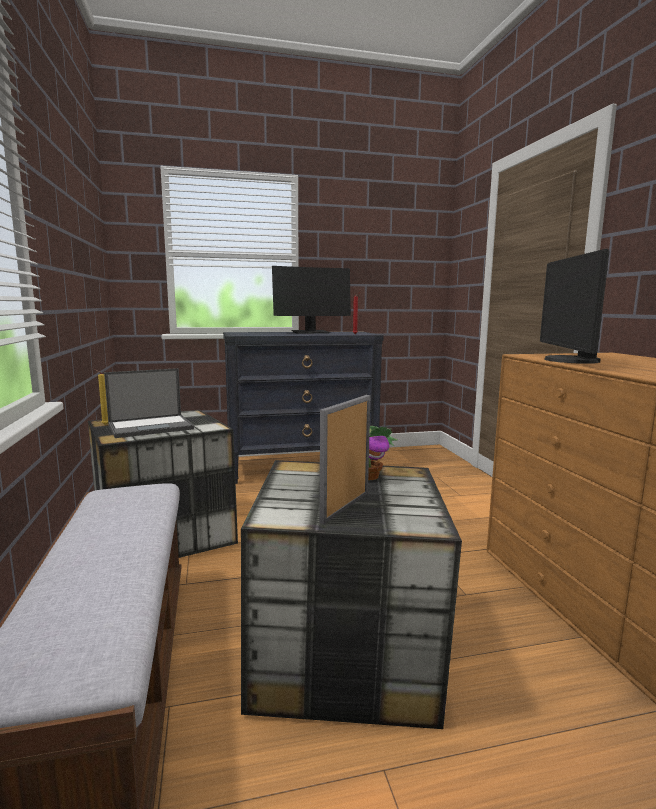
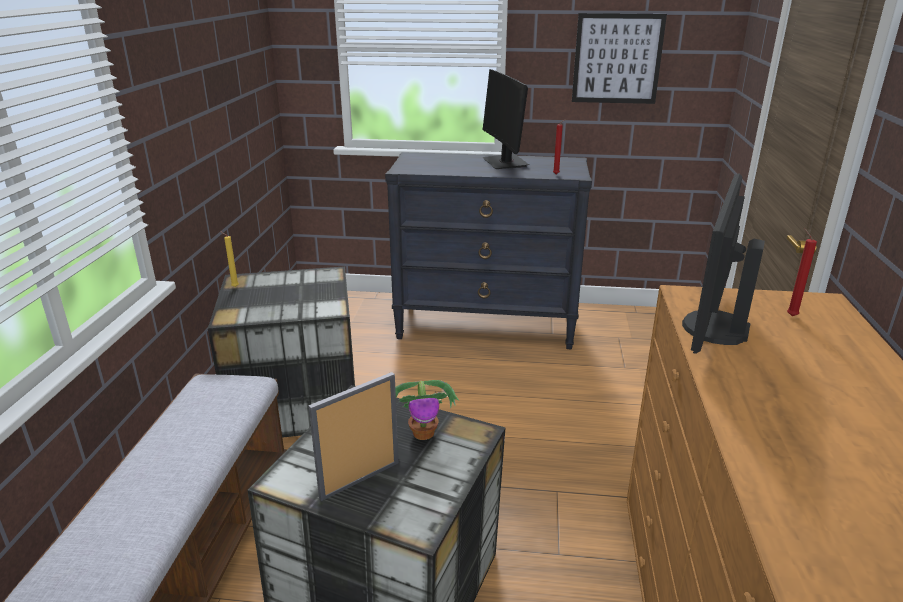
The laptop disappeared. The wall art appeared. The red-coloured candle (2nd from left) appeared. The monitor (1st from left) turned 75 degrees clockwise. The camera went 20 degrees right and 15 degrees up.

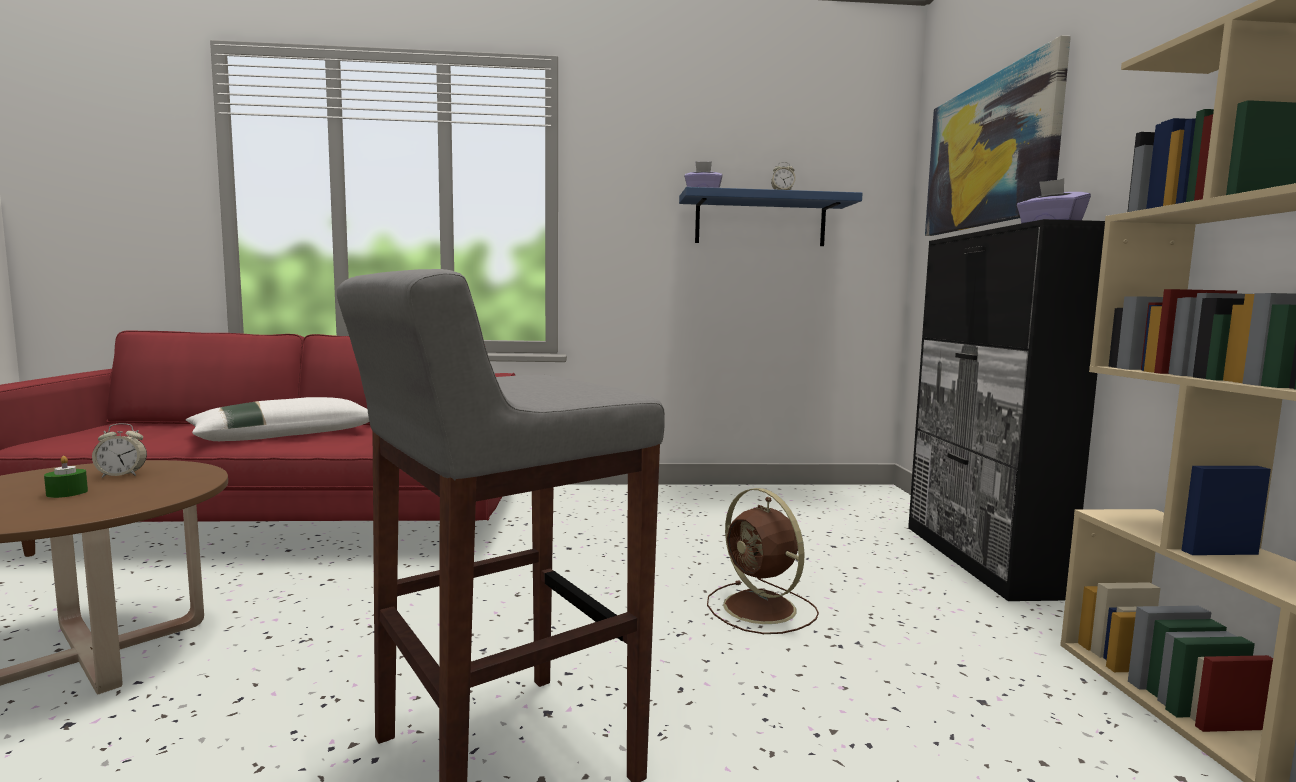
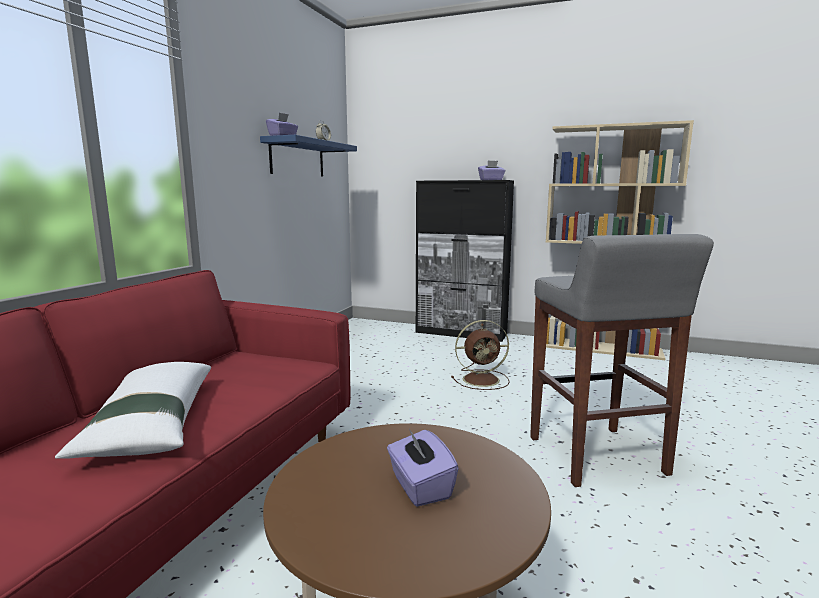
The table clock (1st from left) disappeared. The wall art disappeared. The green candle was replaced by the purple-coloured tissue box (2nd from left). The camera went 65 degrees left and 5 degrees up.

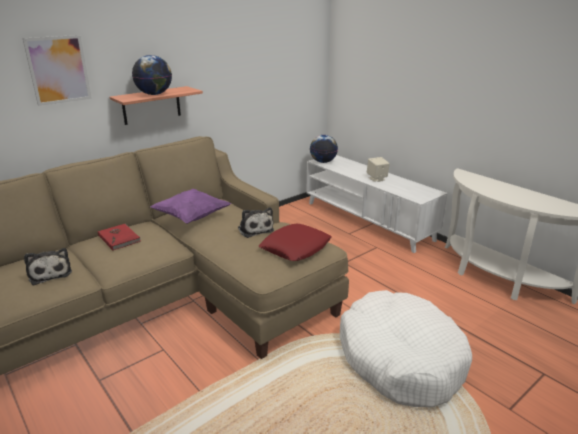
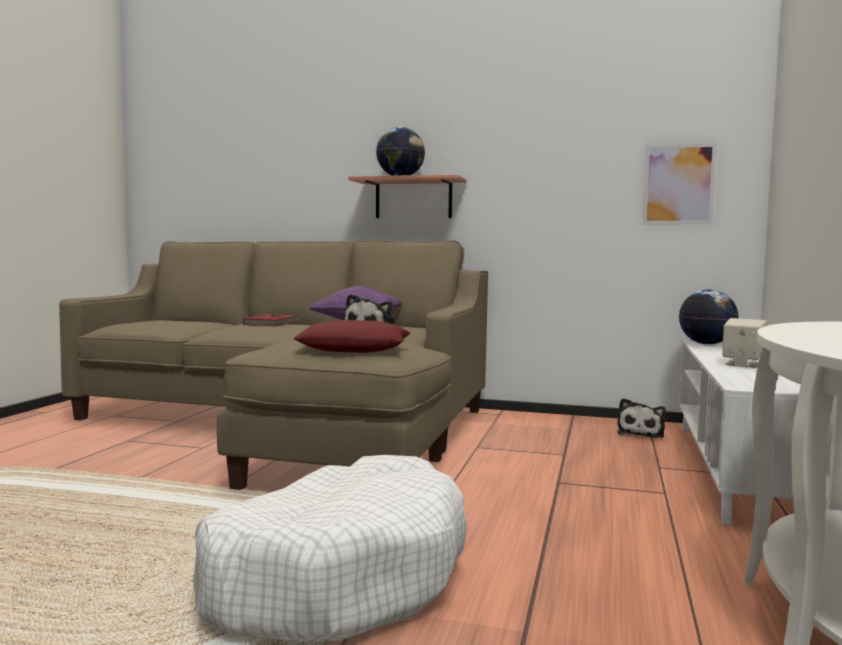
The wall art moved. The plush toy (1st from left in the first image) moved. The camera went 55 degrees right and 20 degrees down.

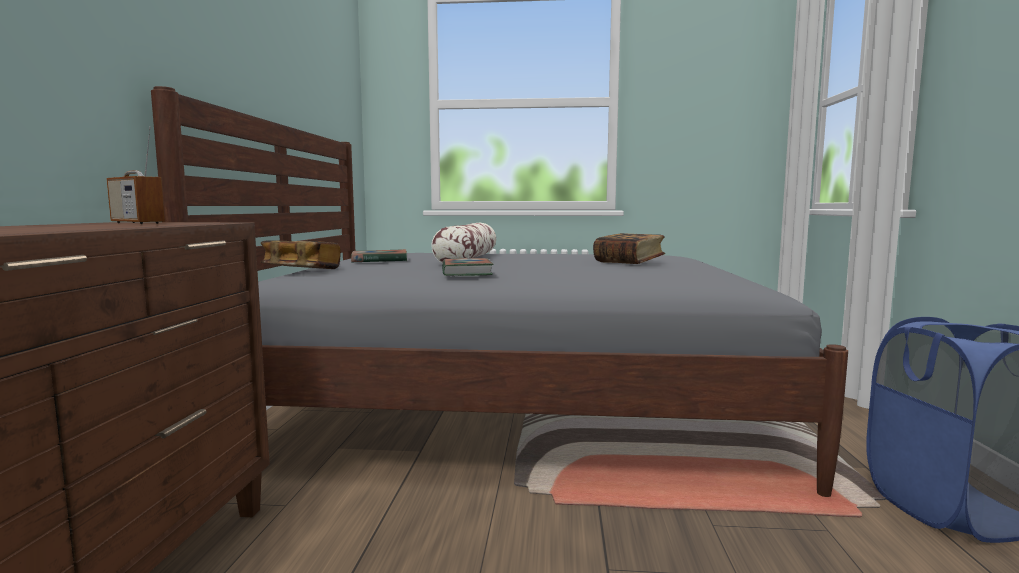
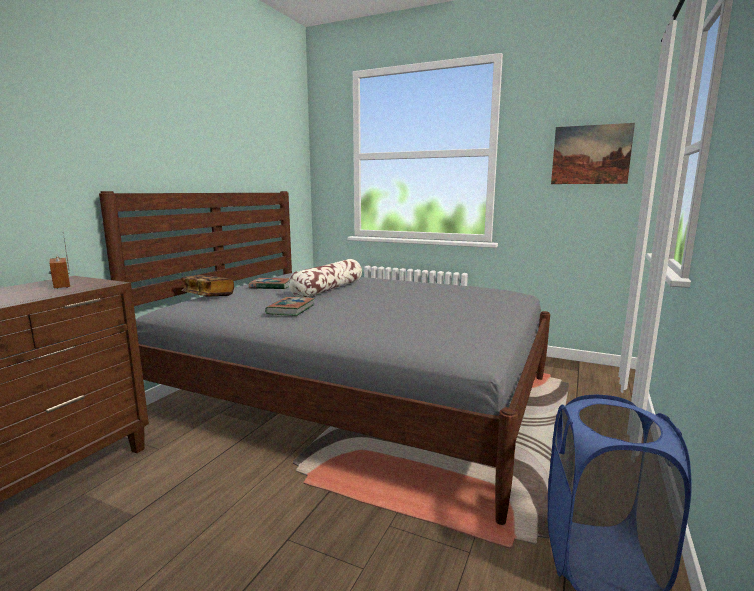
The volume (4th from left) disappeared. The wall art appeared. The camera went 20 degrees right and 5 degrees up.

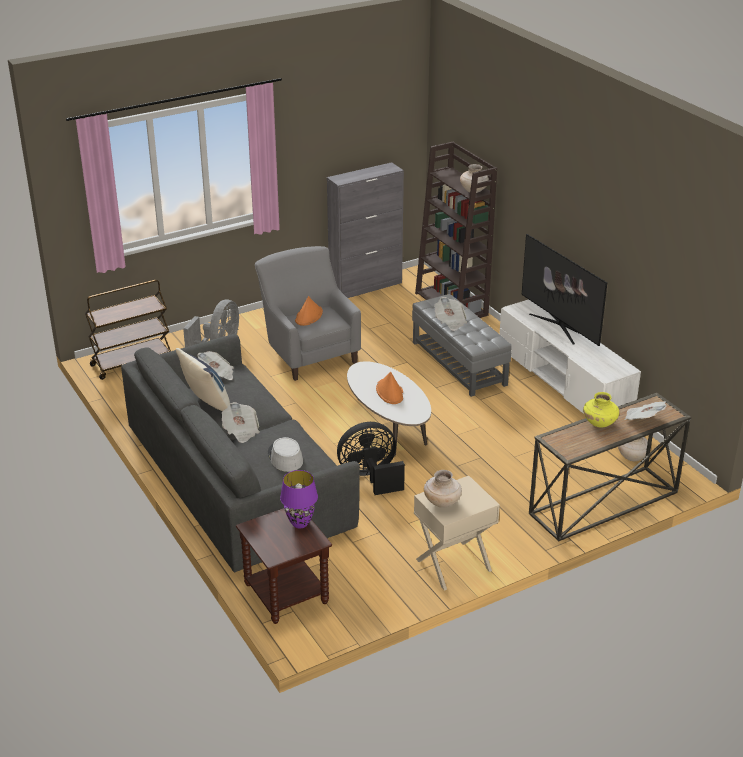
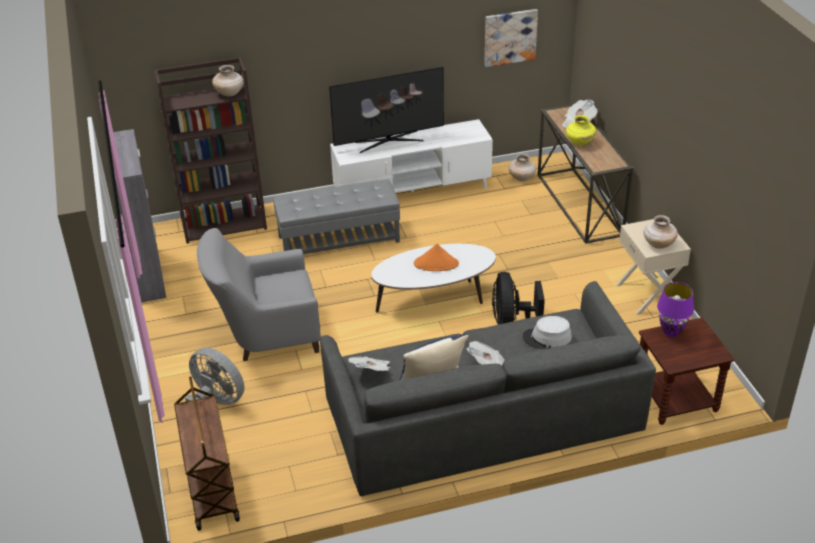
The orangey wearable hat (1st from left) disappeared. The printed paper (3rd from left) disappeared. The wall art appeared. The camera went 75 degrees left and 5 degrees up.

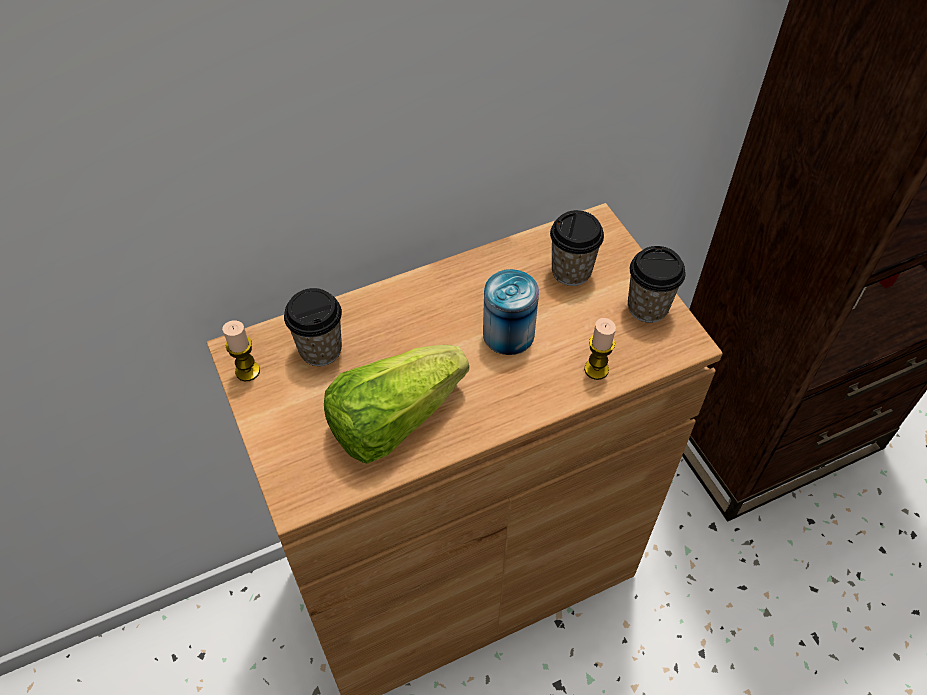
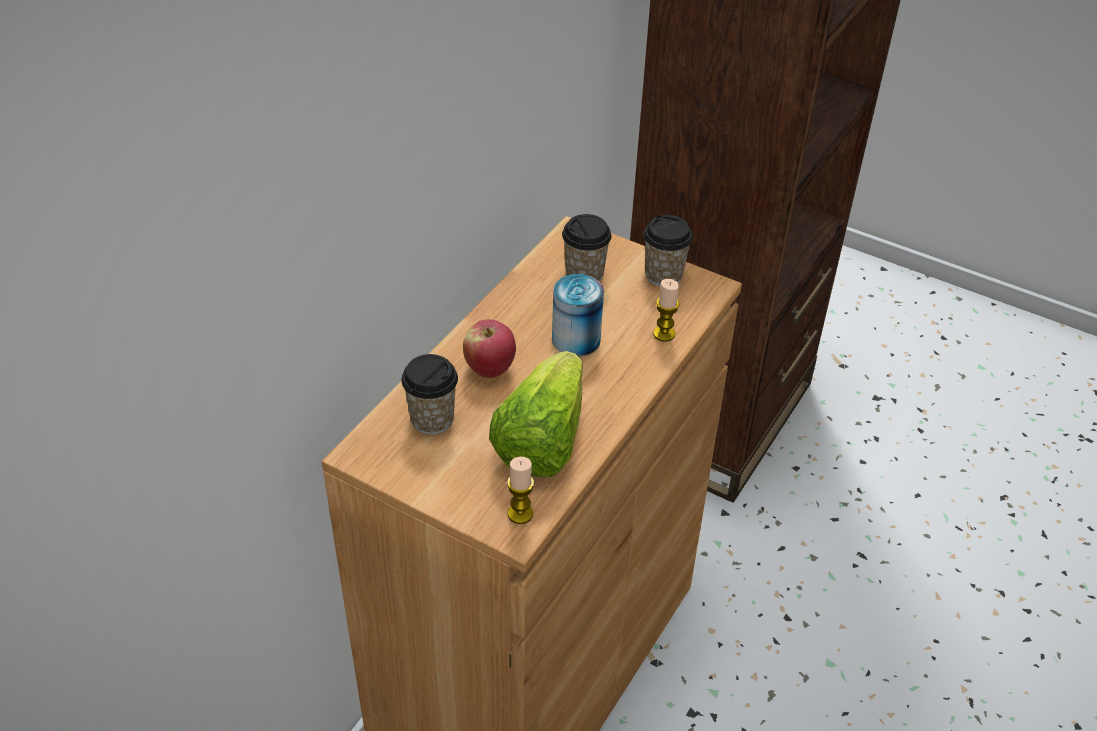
The apple fruit appeared. The candle (1st from left) moved. The camera went 35 degrees left and 10 degrees down.

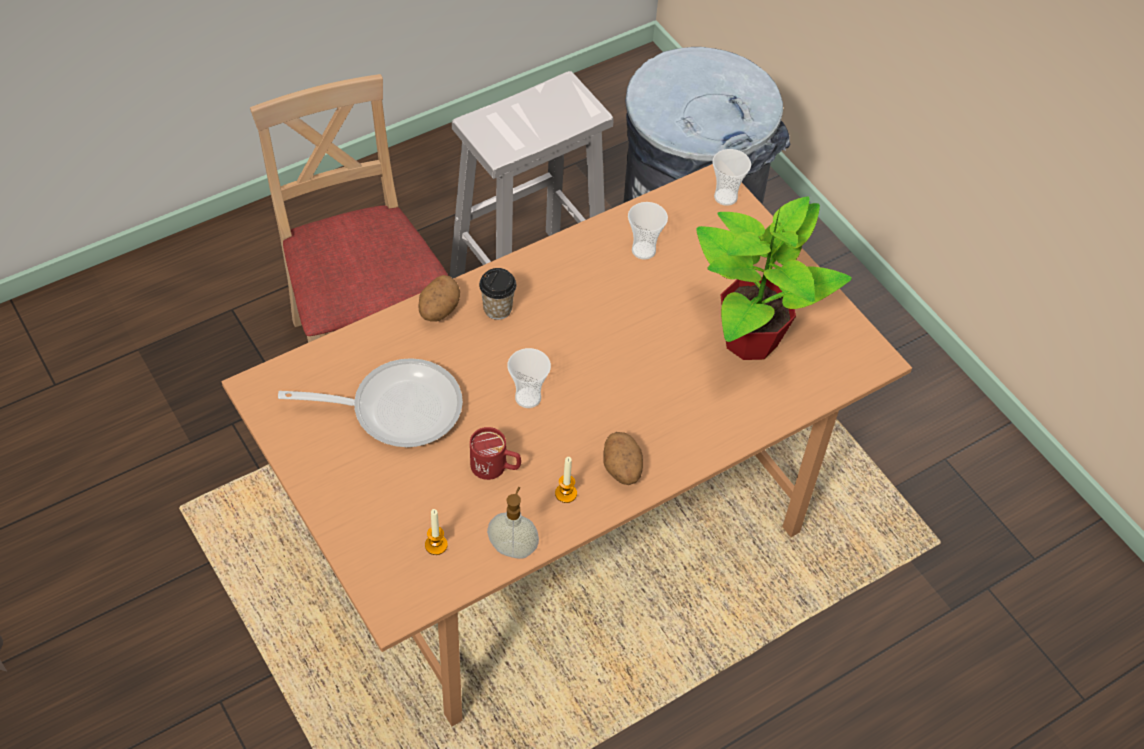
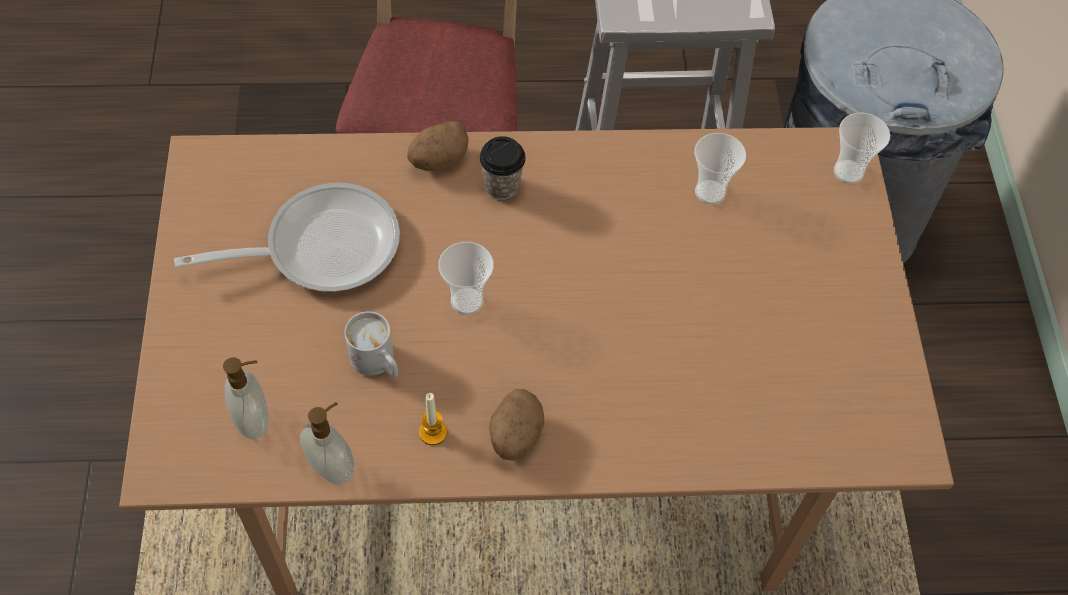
The potted plant disappeared. The candle (1st from left) was replaced by the soap bottle (1st from left). The red-coloured tea mug became the whitish tea mug. The frying pan turned 45 degrees counterclockwise. The camera went 30 degrees right and 5 degrees up.

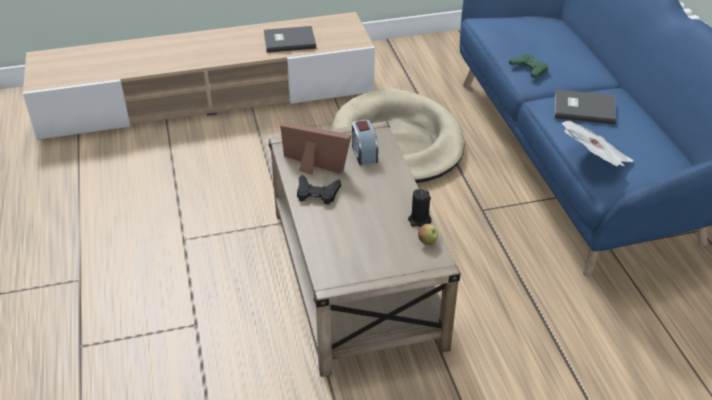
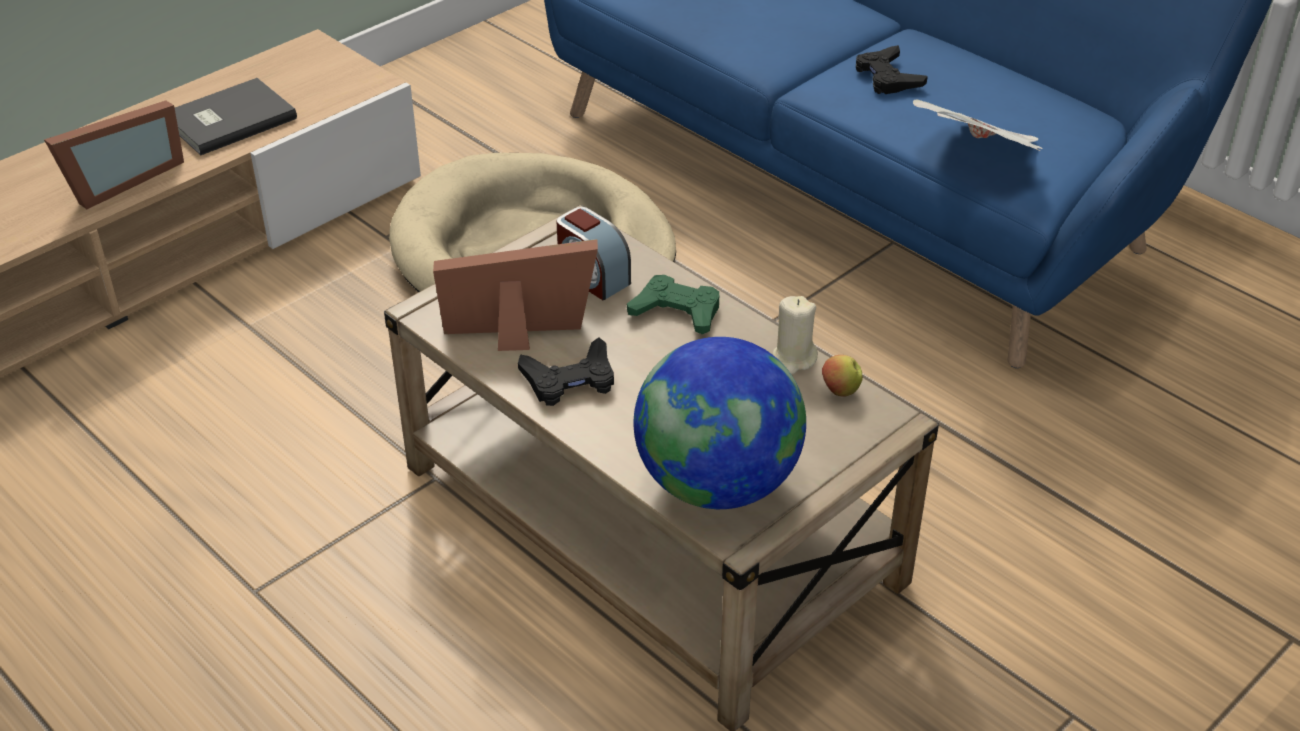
The standing frame (1st from left) appeared. The desk globe appeared. The green gamepad moved. The grey volume (2nd from left) was replaced by the black-coloured gamepad (2nd from left). The black-coloured candle became the beige candle. The camera went 30 degrees left and 0 degrees up.

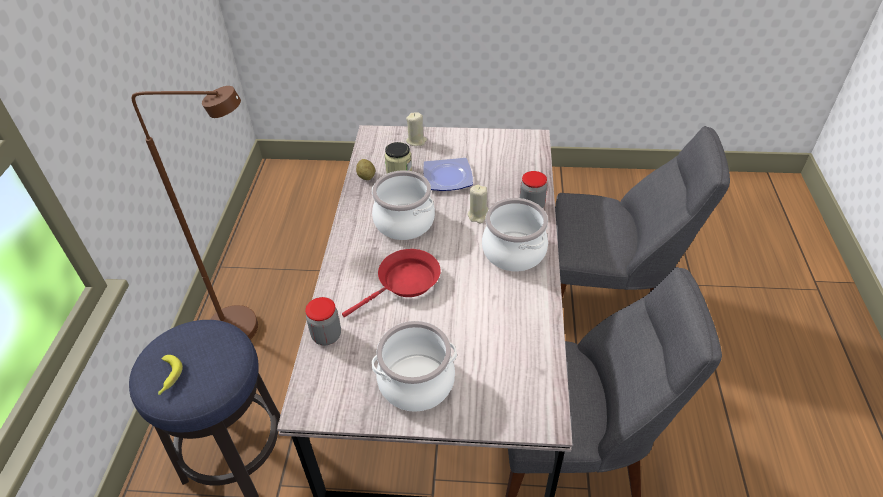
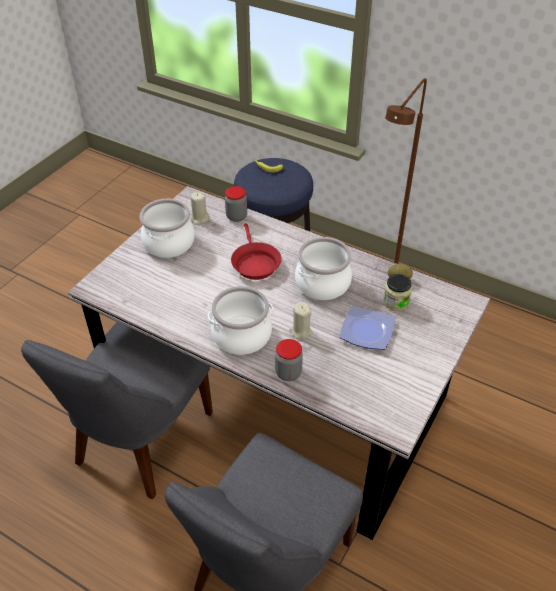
The beige candle (1st from left) moved. The camera went 115 degrees right and 0 degrees up.

